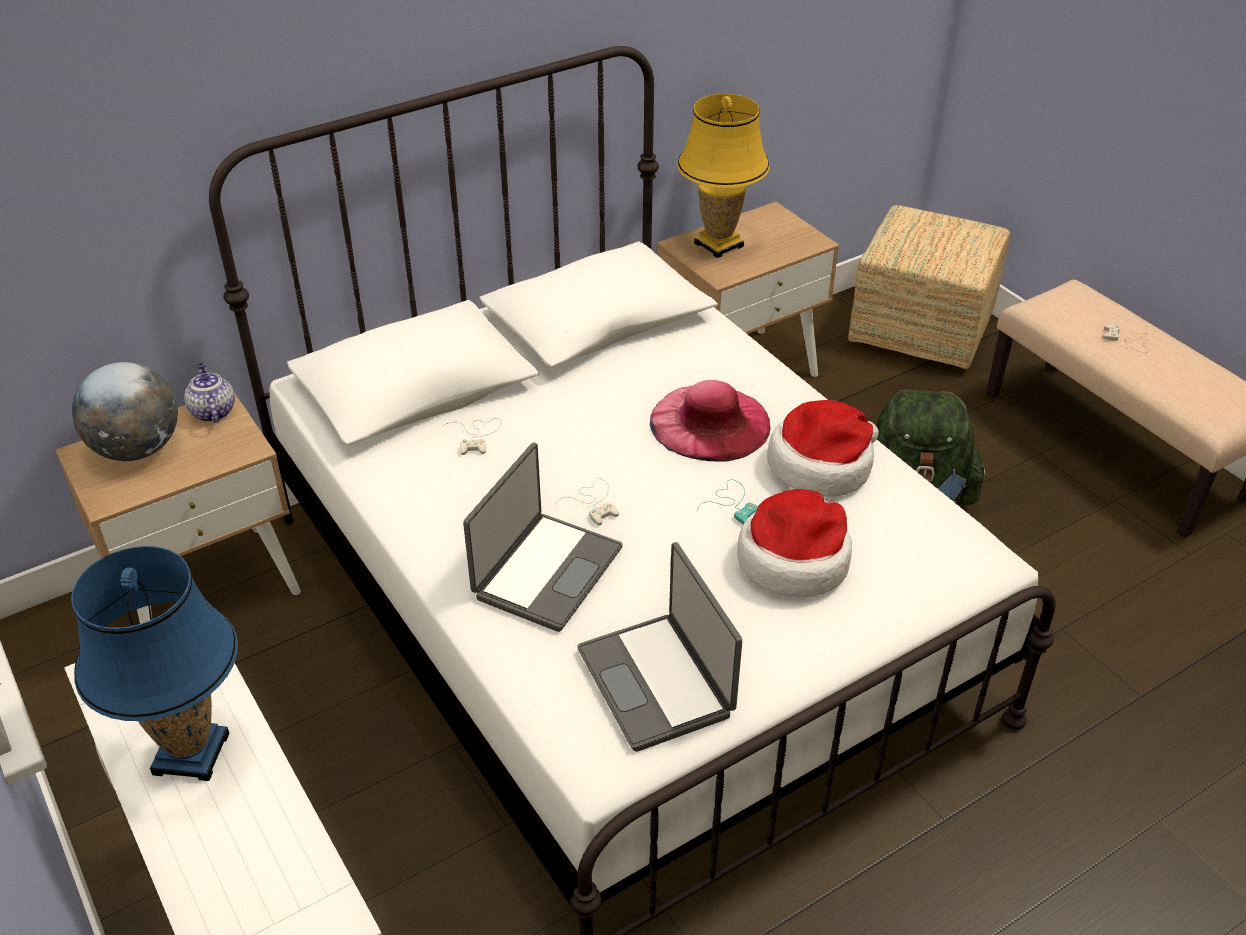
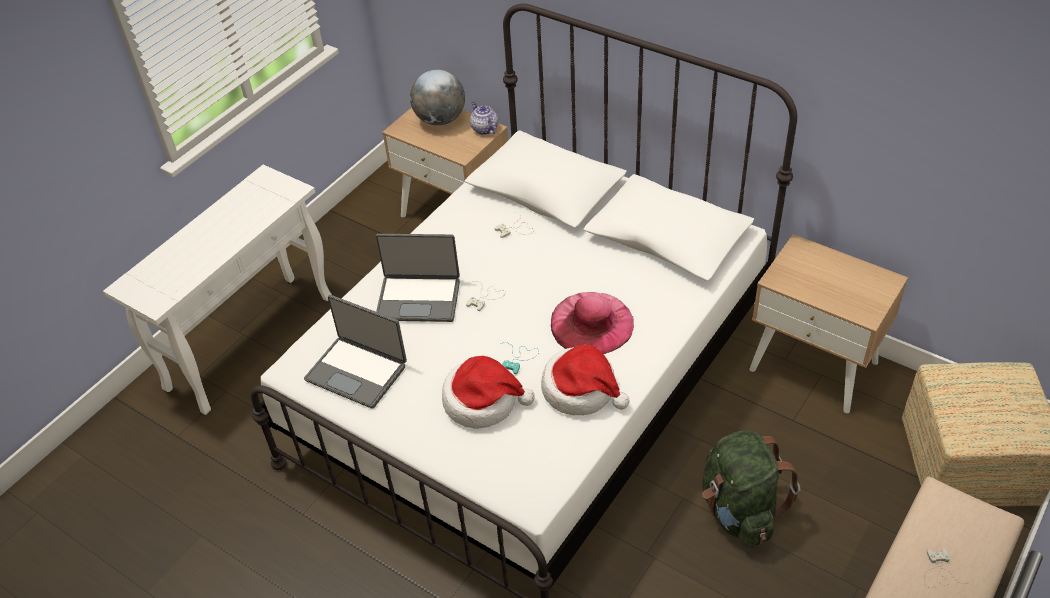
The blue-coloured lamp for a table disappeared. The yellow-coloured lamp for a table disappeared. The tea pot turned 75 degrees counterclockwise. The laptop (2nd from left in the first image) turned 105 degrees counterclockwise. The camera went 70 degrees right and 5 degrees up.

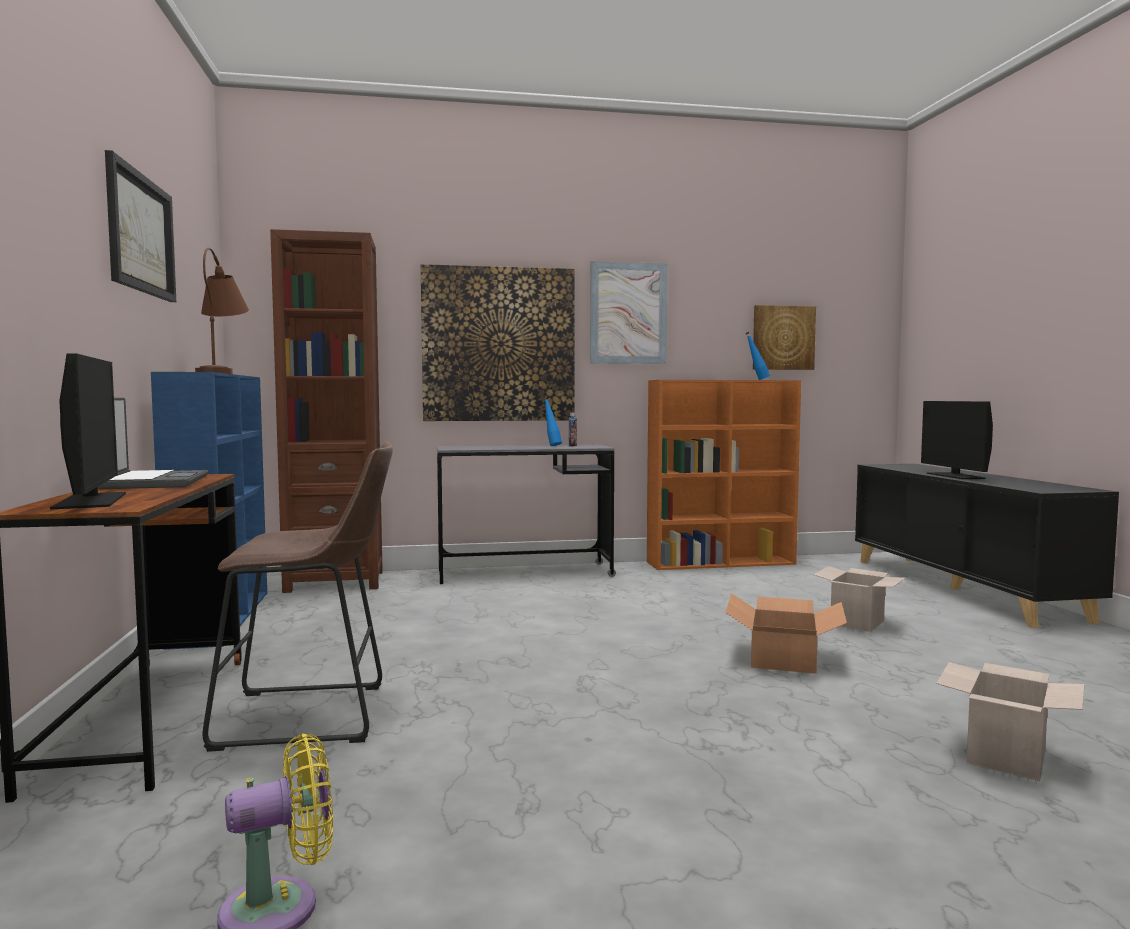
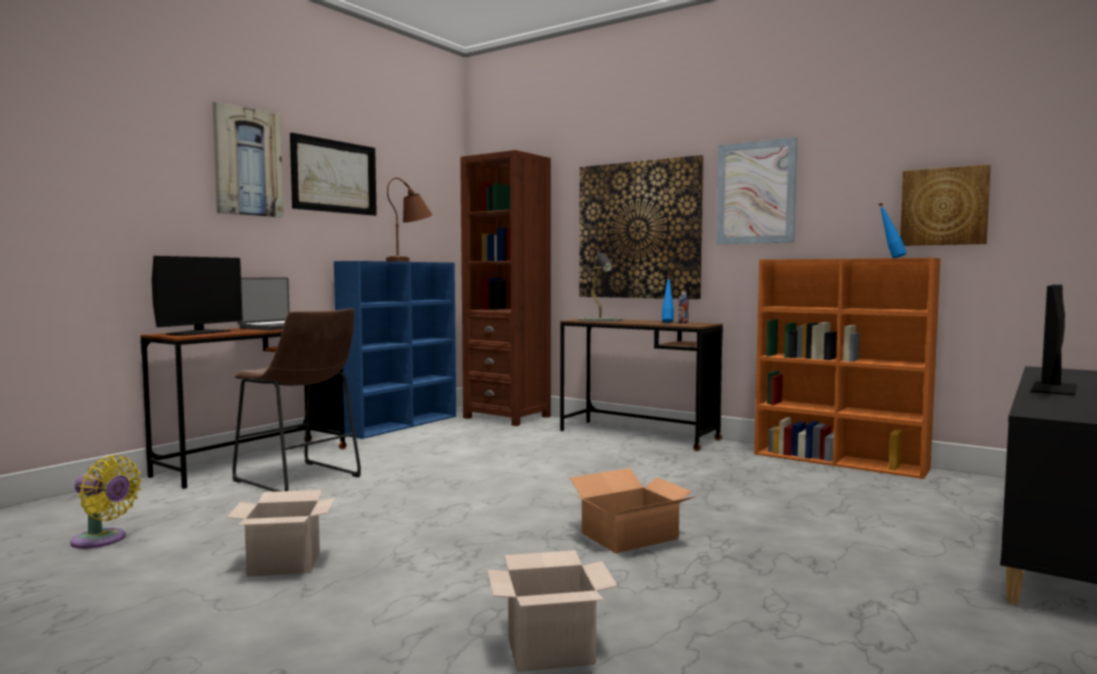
The wall art (1st from left) appeared. The grey lamp for a table appeared. The carton (2nd from left in the first image) moved. The grey desk unit became the brown-coloured desk unit (2nd from left). The camera went 45 degrees right and 0 degrees up.

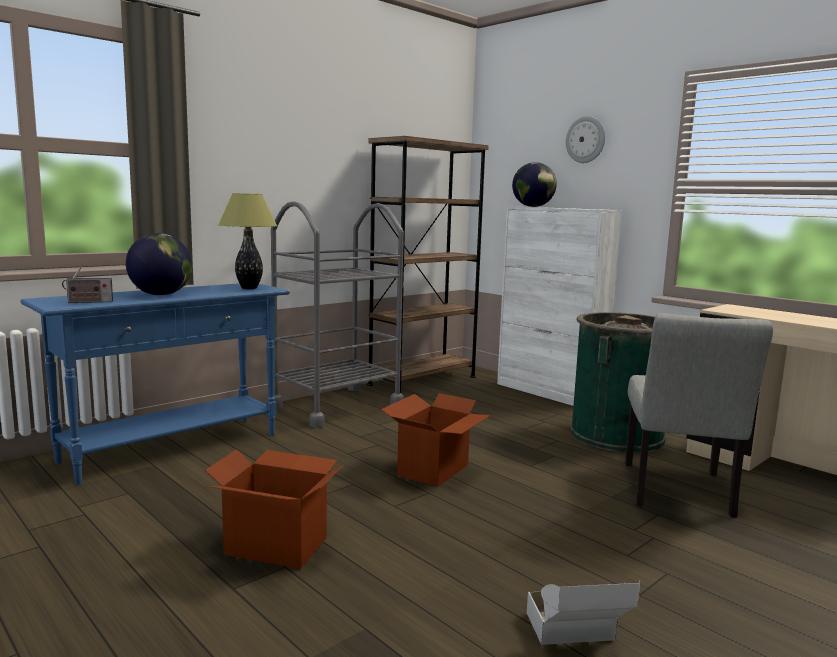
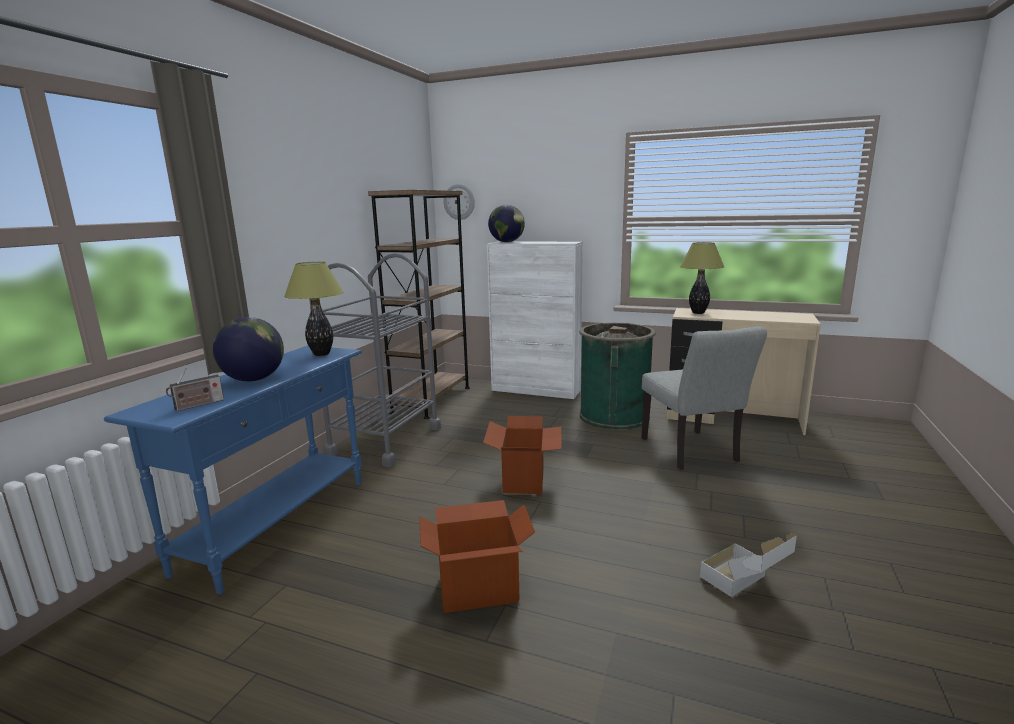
The lamp for a table (2nd from left) appeared. The clock on the wall moved. The camera went 25 degrees left and 5 degrees up.

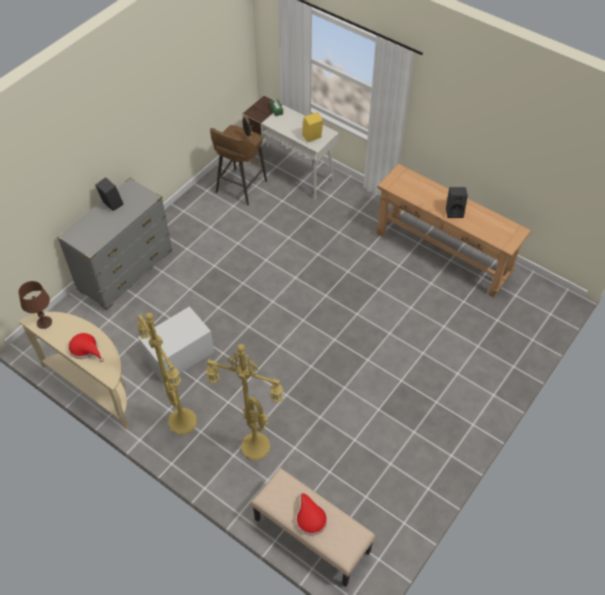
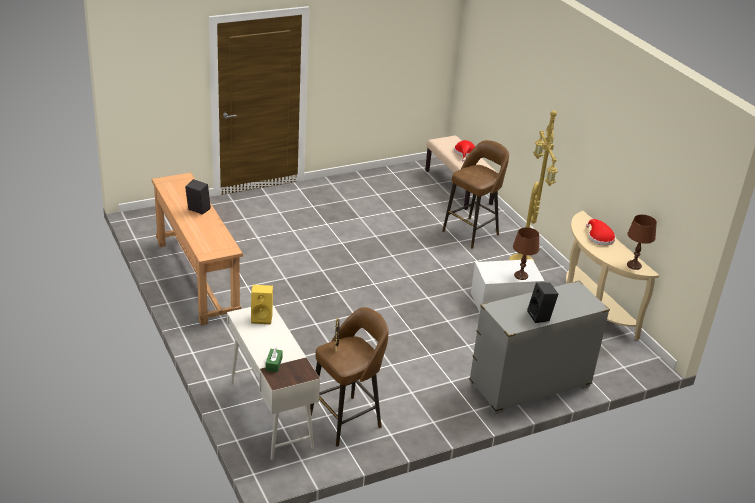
The brown-coloured lamp for a table (1st from left) appeared. The yellow-coloured standard lamp (2nd from left) was replaced by the brown-coloured stool (2nd from left). The camera went 155 degrees left and 20 degrees down.

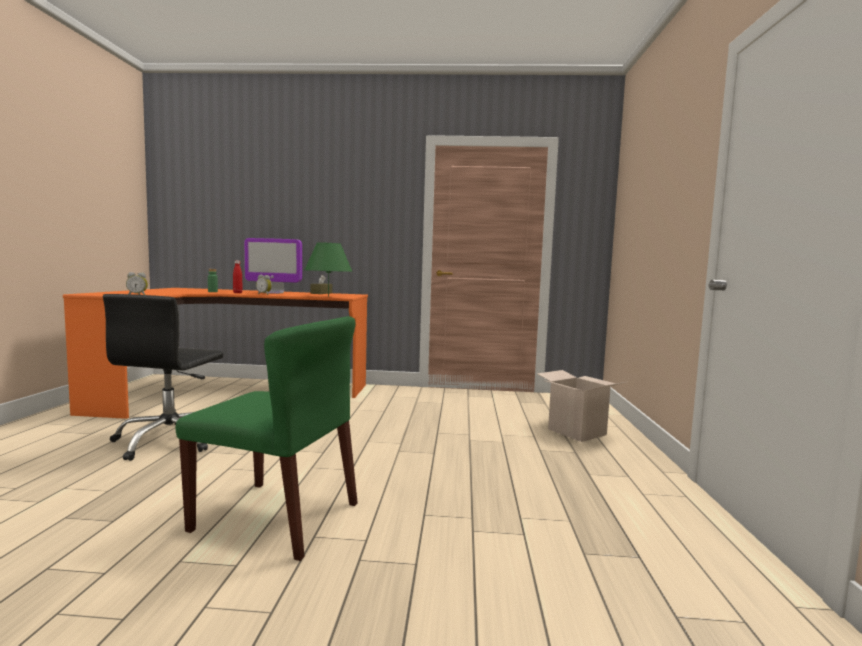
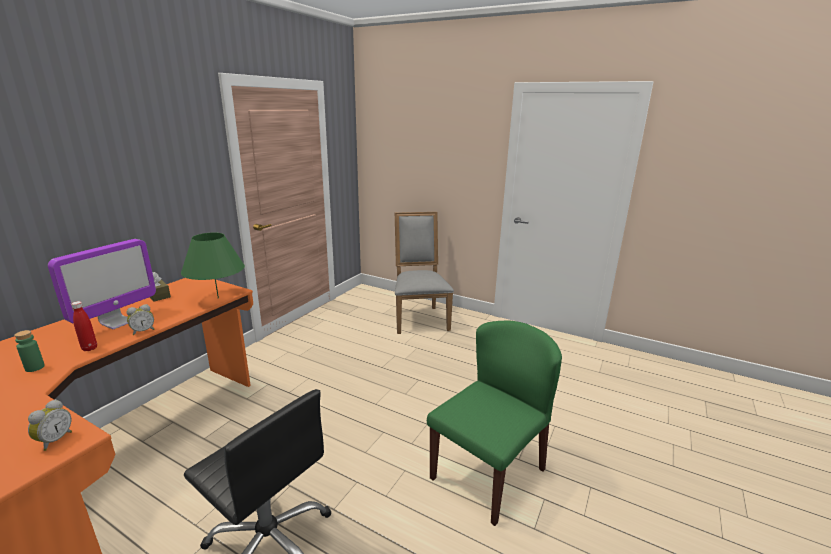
The carton was replaced by the grey chair. The camera went 65 degrees left and 15 degrees up.

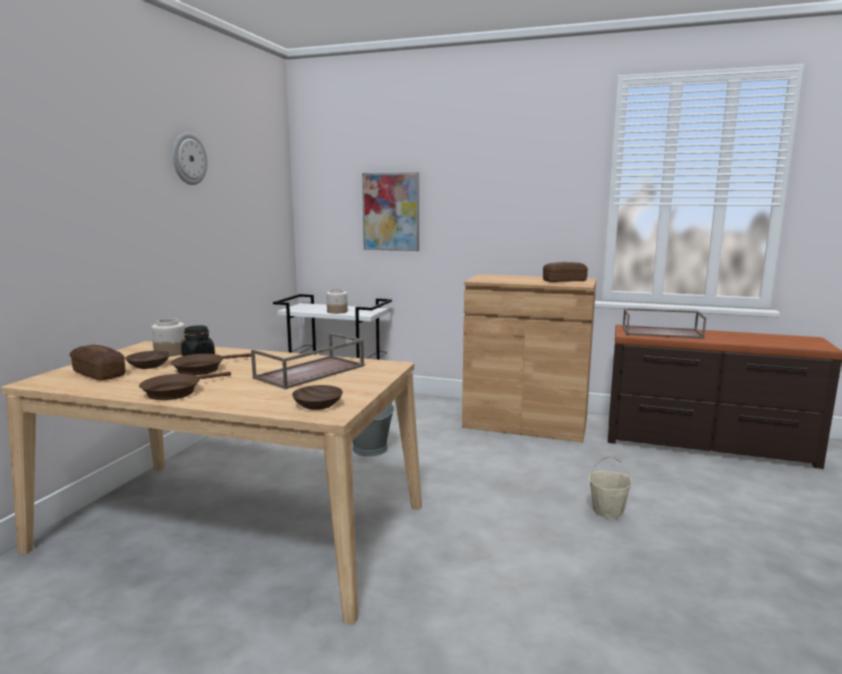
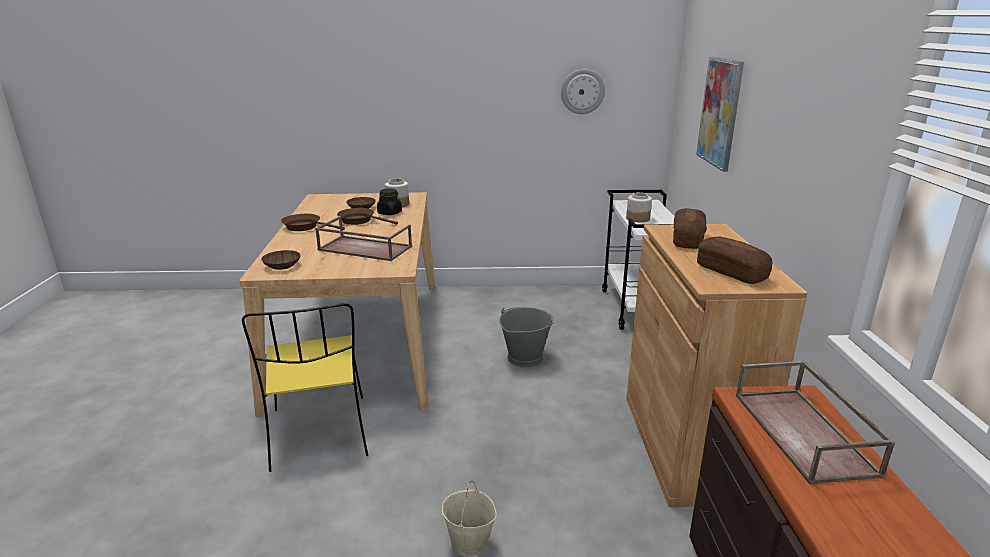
The yellow-coloured chair appeared. The bread (1st from left) moved. The clock on the wall moved. The camera went 70 degrees right and 10 degrees up.

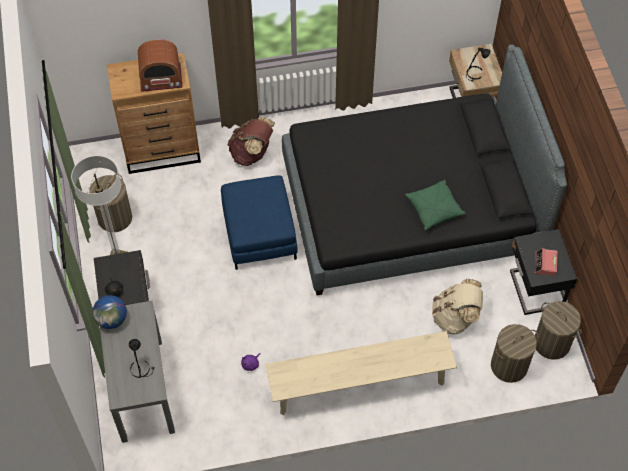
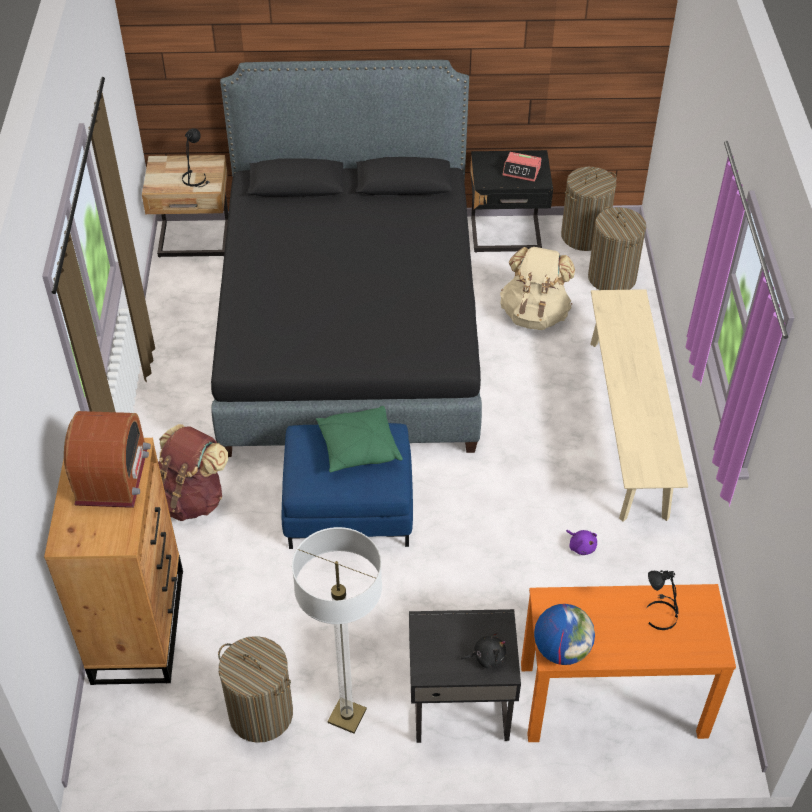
The green throw pillow moved. The grey narrow table became the orangey narrow table. The camera went 80 degrees left and 10 degrees down.

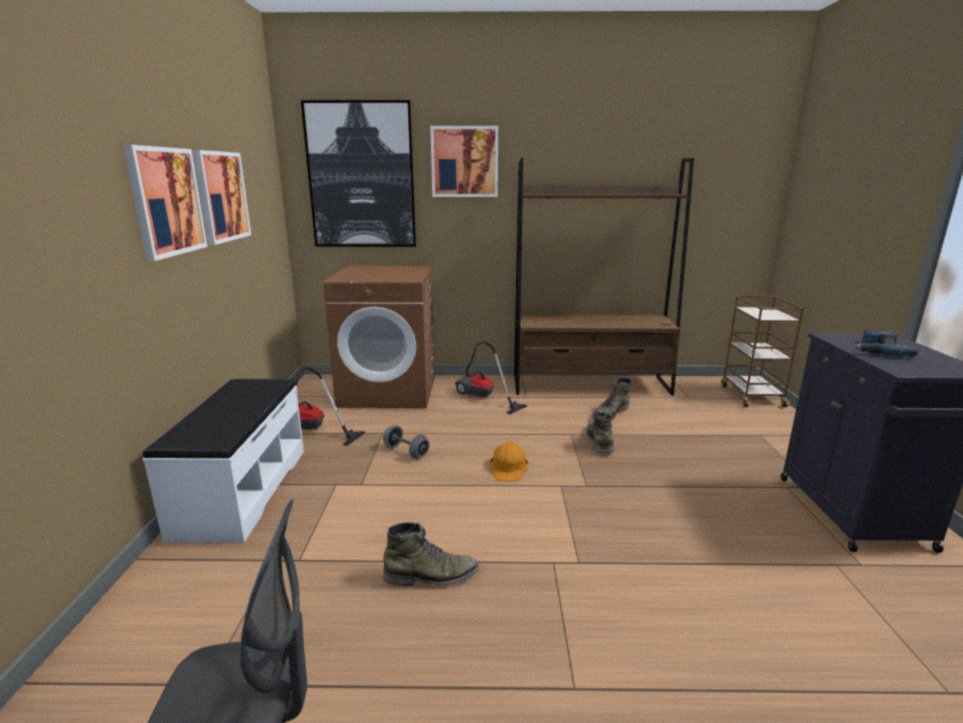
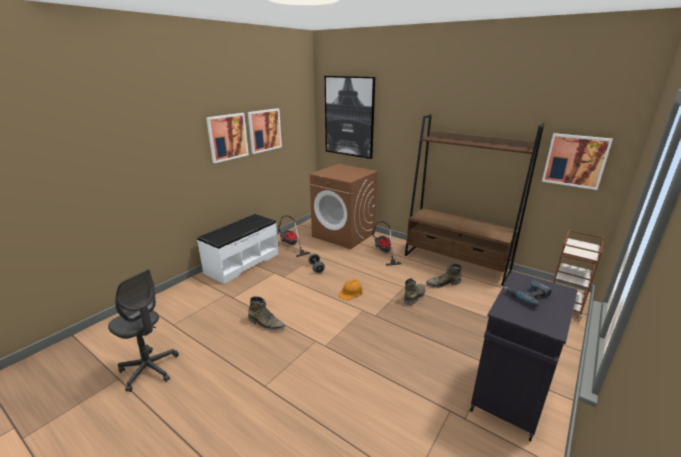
The wall art (4th from left) moved. The camera went 35 degrees right and 5 degrees up.

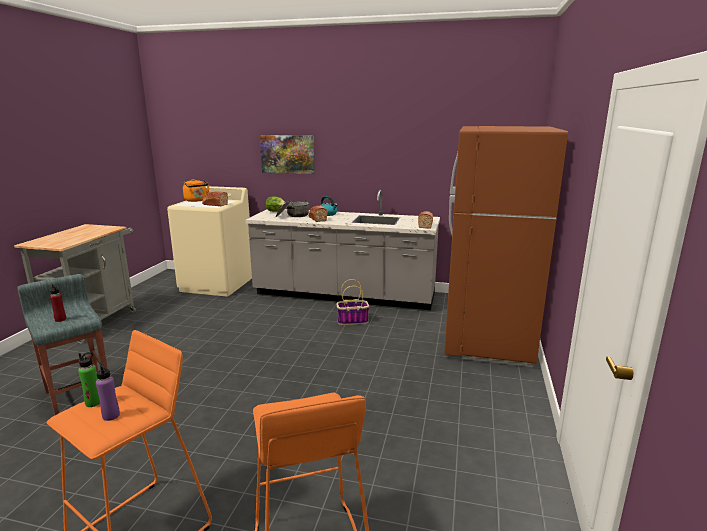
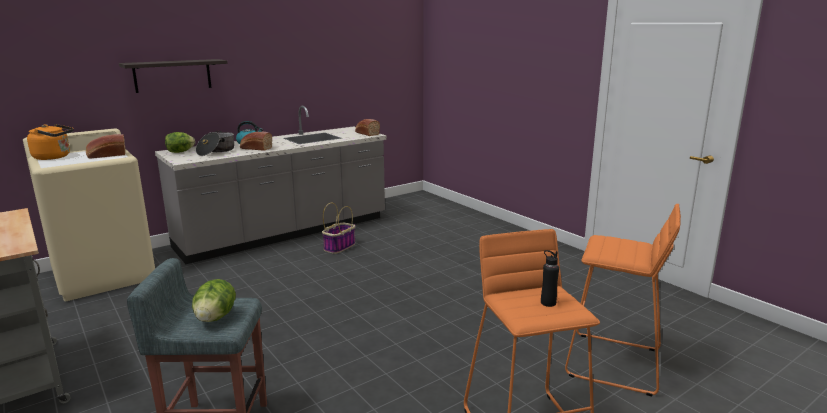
The green beverage bottle disappeared. The brown-coloured kitchen fridge disappeared. The red-coloured beverage bottle was replaced by the lettuce head (2nd from left). The wall art was replaced by the bracket shelf. The purple-coloured beverage bottle became the black-coloured beverage bottle. The camera went 50 degrees left and 0 degrees up.

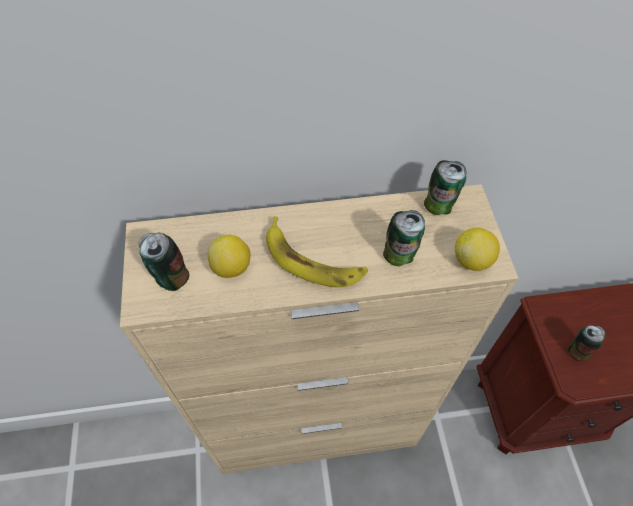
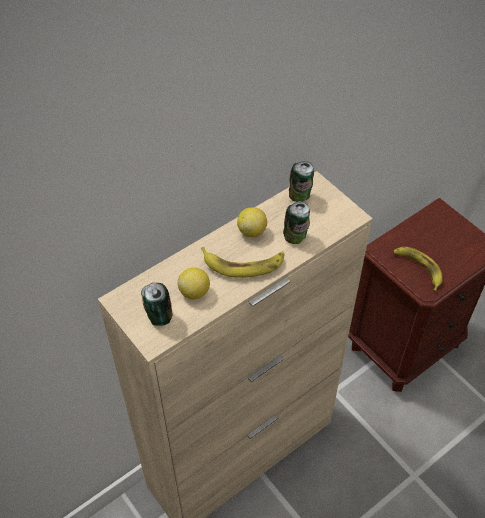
The whole lemon (2nd from left) moved. The can (4th from left) was replaced by the banana fruit (2nd from left). The camera went 30 degrees left and 5 degrees down.

